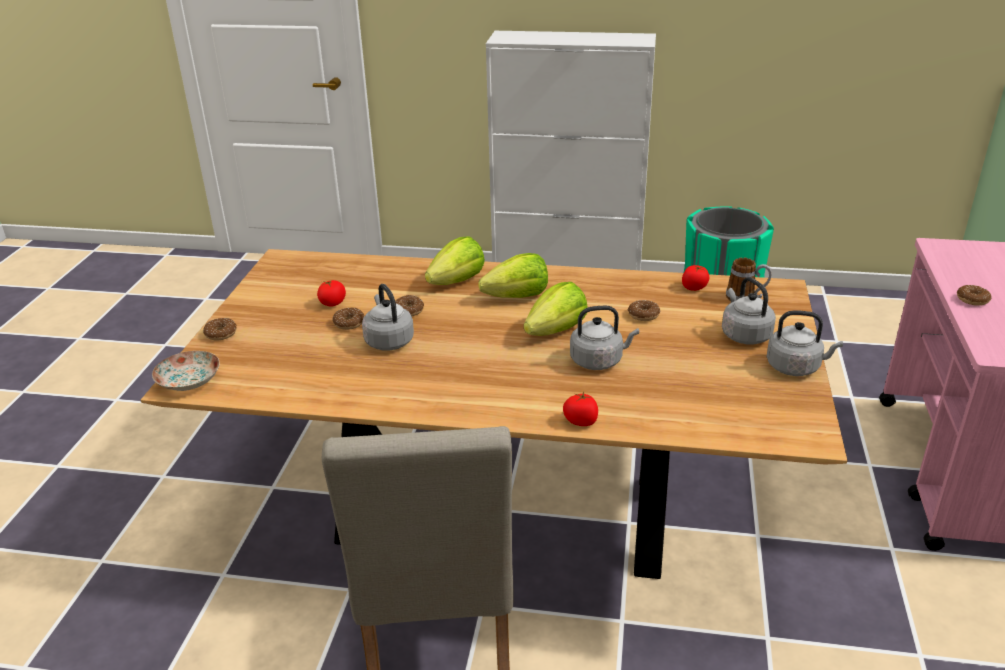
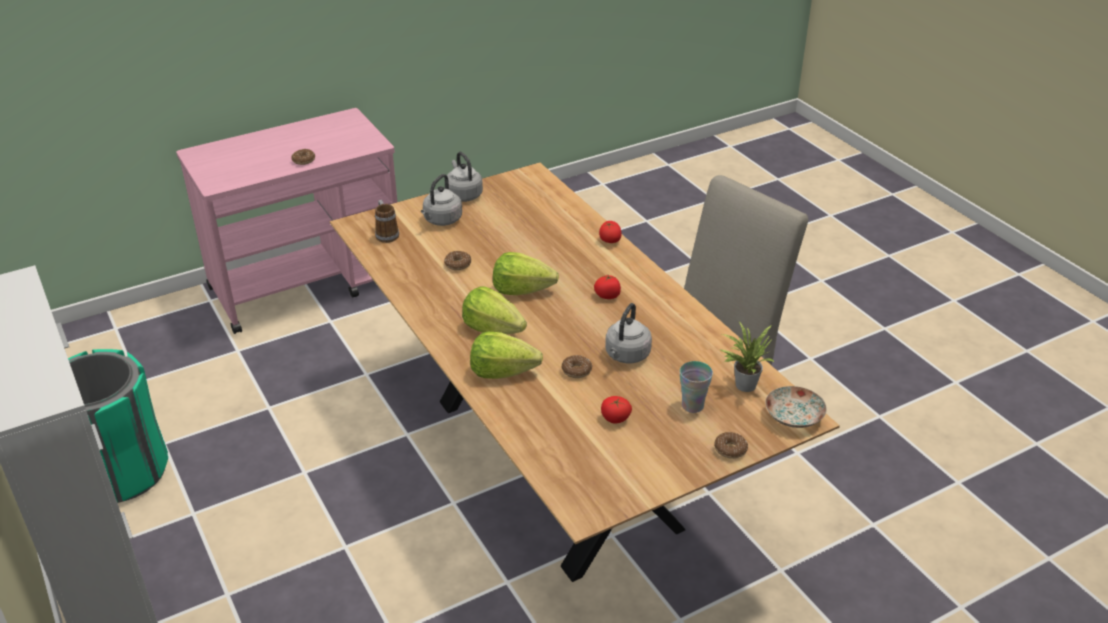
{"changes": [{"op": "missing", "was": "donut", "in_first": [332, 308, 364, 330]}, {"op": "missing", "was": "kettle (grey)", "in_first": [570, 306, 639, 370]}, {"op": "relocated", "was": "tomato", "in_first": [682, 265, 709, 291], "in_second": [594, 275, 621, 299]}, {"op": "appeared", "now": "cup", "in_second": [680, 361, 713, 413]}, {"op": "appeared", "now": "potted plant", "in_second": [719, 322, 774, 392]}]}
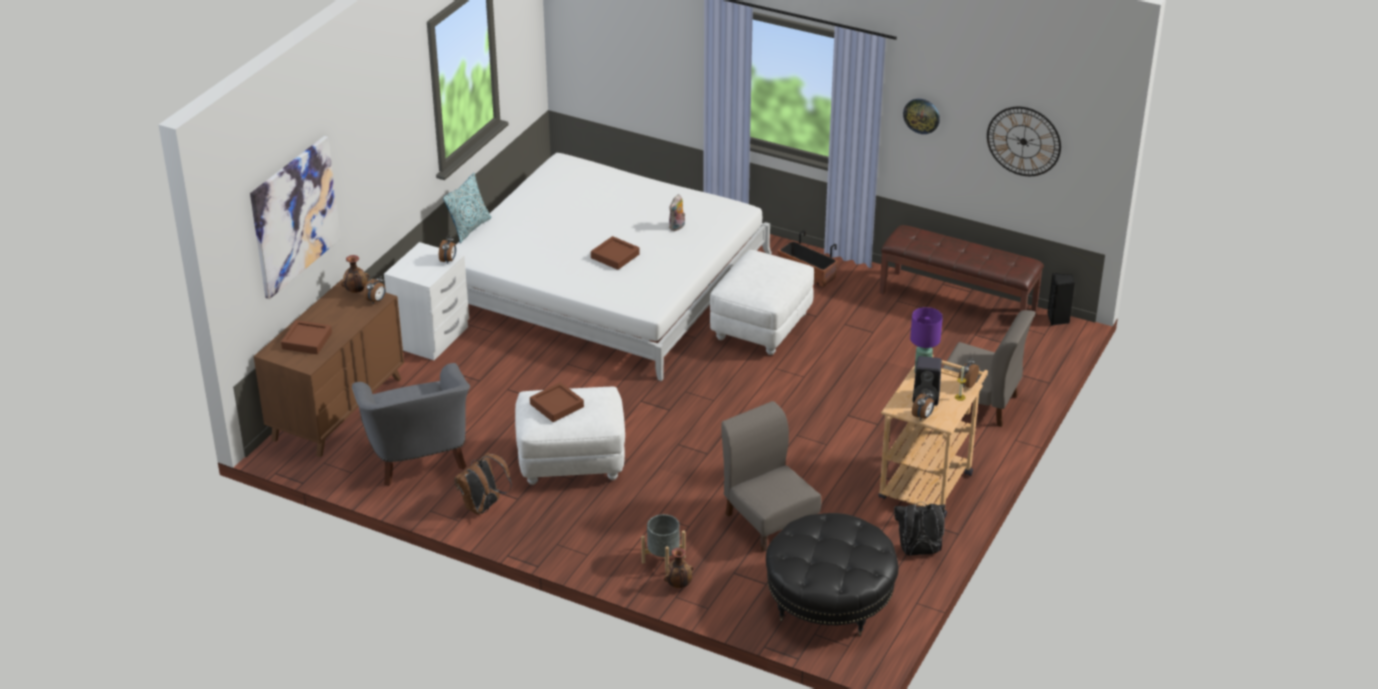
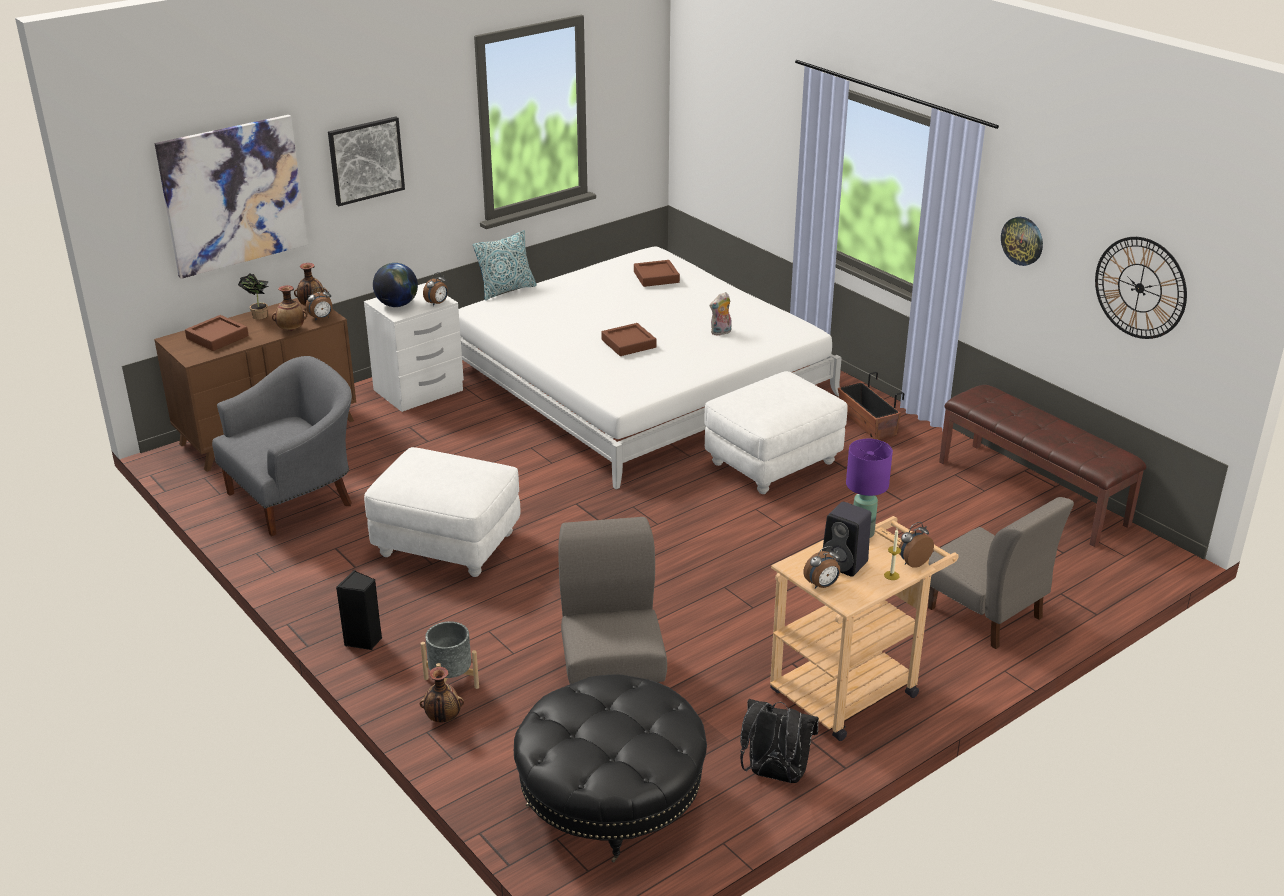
{"changes": [{"op": "spun", "was": "armchair (grey)", "in_first": [352, 363, 470, 486], "in_second": [212, 356, 352, 536], "clockwise": -135}, {"op": "missing", "was": "backpack (brown)", "in_first": [454, 452, 512, 515]}, {"op": "relocated", "was": "tray (brown)", "in_first": [530, 382, 584, 422], "in_second": [634, 260, 680, 287]}, {"op": "relocated", "was": "speaker (black)", "in_first": [1047, 273, 1075, 326], "in_second": [336, 570, 382, 650]}, {"op": "appeared", "now": "potted plant", "in_second": [238, 273, 269, 320]}, {"op": "appeared", "now": "vase", "in_second": [272, 285, 307, 331]}, {"op": "appeared", "now": "picture", "in_second": [328, 116, 405, 206]}, {"op": "appeared", "now": "globe", "in_second": [373, 263, 418, 307]}]}
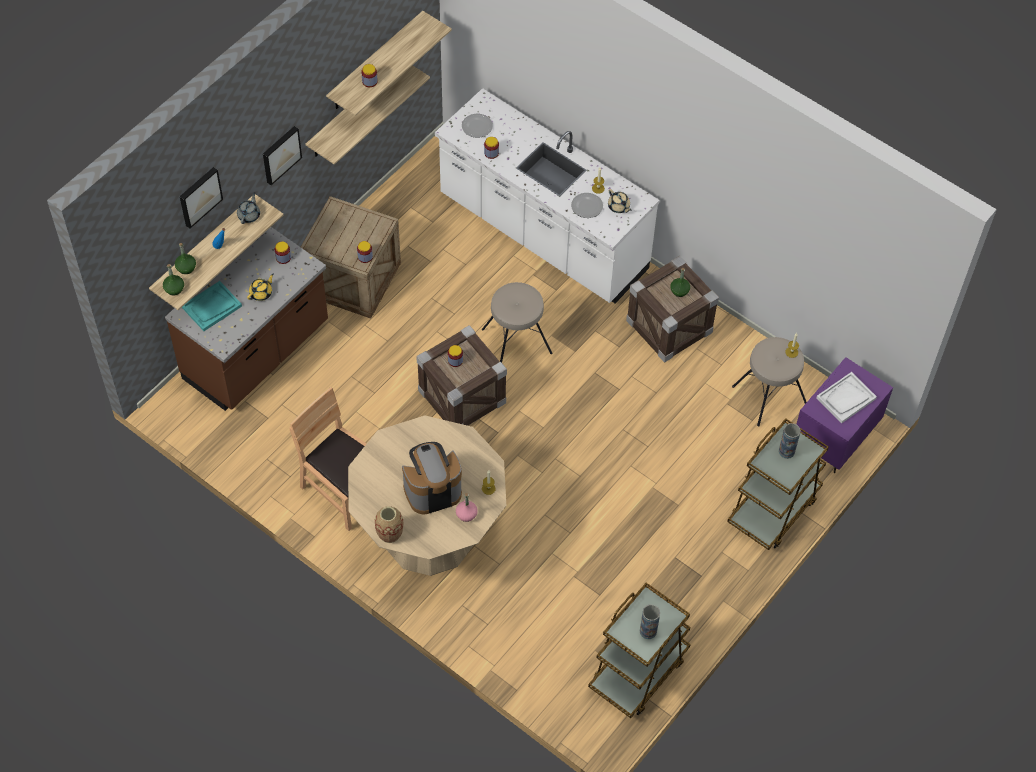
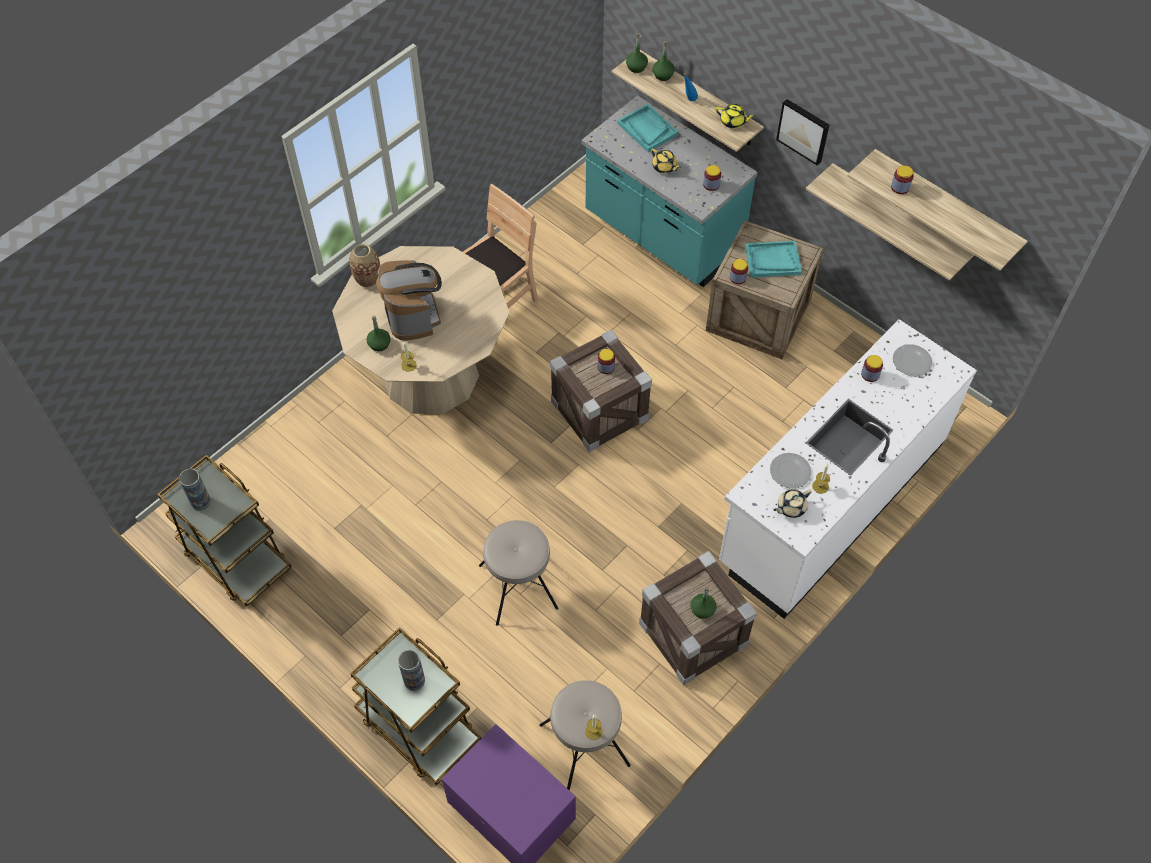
{"changes": [{"op": "colour", "was": "counter (brown)", "now": "counter (turquoise)", "in_first": [165, 227, 328, 411], "in_second": [582, 95, 757, 287]}, {"op": "missing", "was": "picture", "in_first": [180, 167, 223, 228]}, {"op": "colour", "was": "teapot (grey)", "now": "teapot (yellow)", "in_first": [237, 192, 260, 224], "in_second": [715, 104, 755, 128]}, {"op": "colour", "was": "bottle (pink)", "now": "bottle (green)", "in_first": [456, 493, 478, 522], "in_second": [367, 316, 391, 351]}, {"op": "relocated", "was": "stool (beige)", "in_first": [482, 282, 552, 362], "in_second": [479, 520, 559, 626]}, {"op": "missing", "was": "tray (white)", "in_first": [816, 372, 877, 423]}, {"op": "appeared", "now": "tray (turquoise)", "in_second": [745, 241, 802, 278]}]}
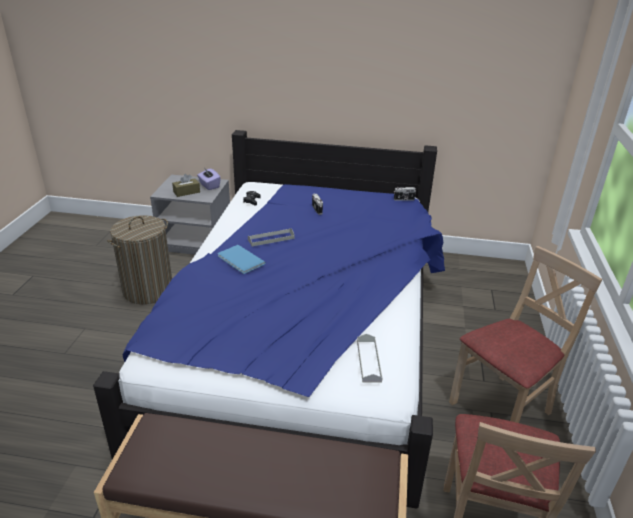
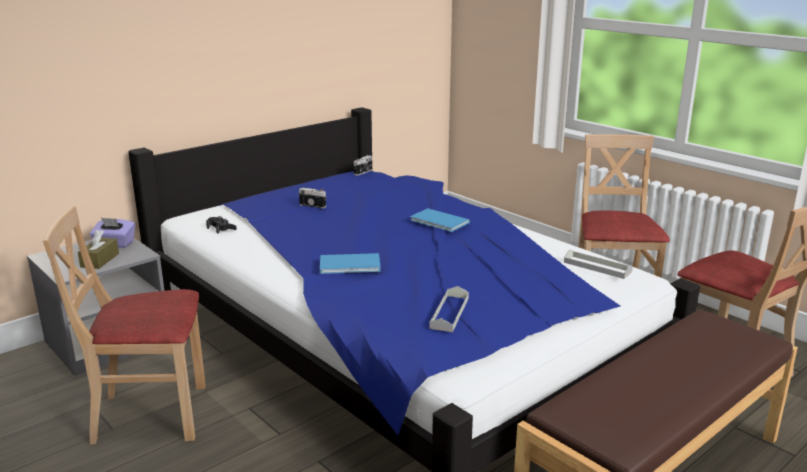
{"changes": [{"op": "exchanged", "was": "laundry basket", "now": "chair (beige)", "in_first": [107, 215, 172, 304], "in_second": [43, 206, 206, 445]}, {"op": "relocated", "was": "tray (grey)", "in_first": [248, 228, 295, 246], "in_second": [429, 286, 469, 332]}, {"op": "appeared", "now": "book (blue)", "in_second": [410, 208, 470, 232]}]}
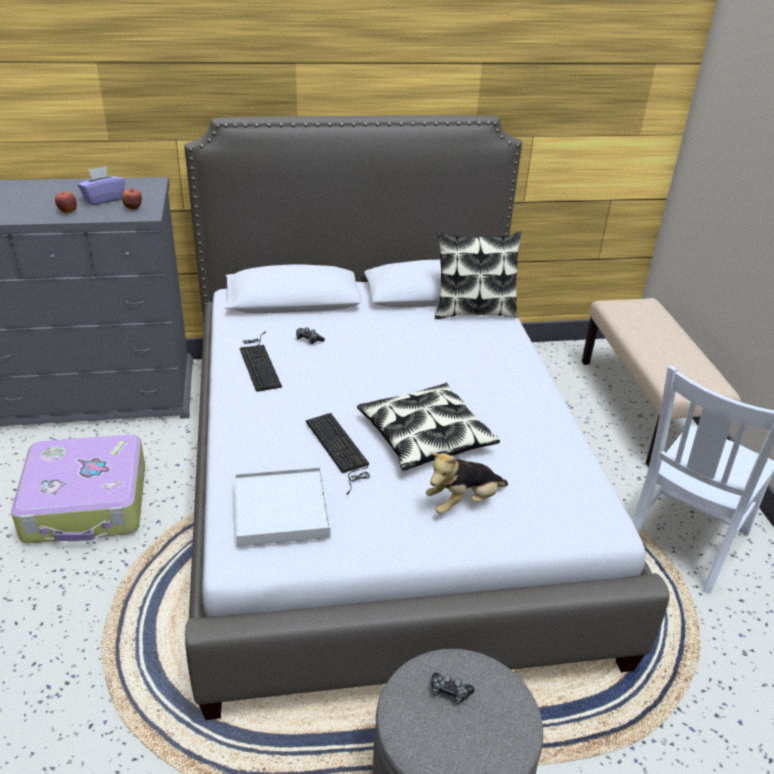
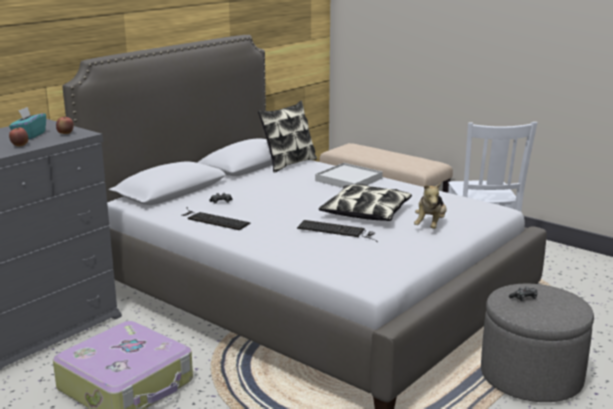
{"changes": [{"op": "colour", "was": "tissue box (purple)", "now": "tissue box (turquoise)", "in_first": [77, 166, 125, 206], "in_second": [9, 107, 46, 139]}, {"op": "relocated", "was": "tray (white)", "in_first": [234, 467, 330, 547], "in_second": [315, 163, 383, 188]}]}
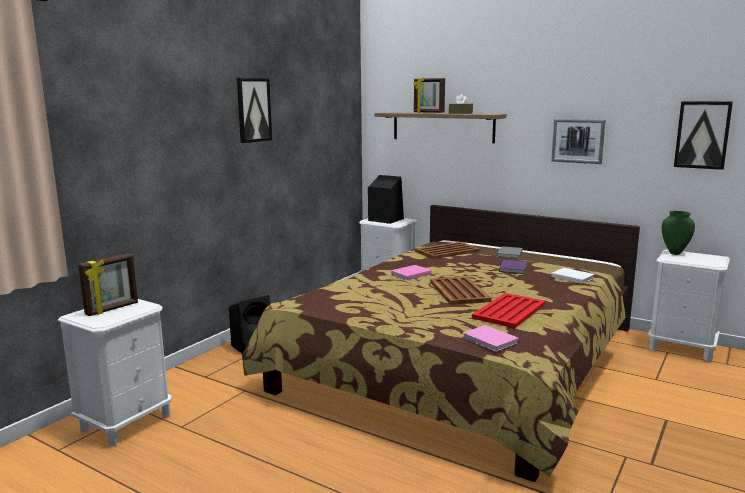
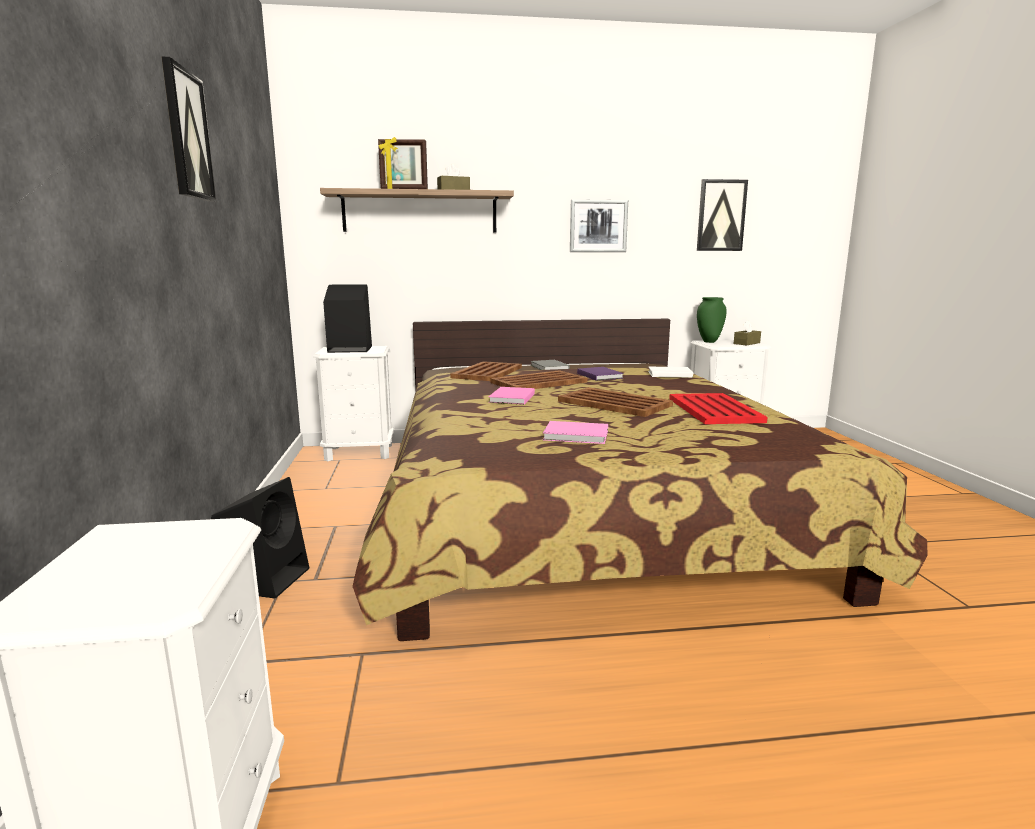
{"changes": [{"op": "missing", "was": "picture frame", "in_first": [78, 253, 138, 316]}, {"op": "relocated", "was": "book (pink)", "in_first": [463, 325, 519, 352], "in_second": [543, 421, 608, 444]}, {"op": "appeared", "now": "tray (brown)", "in_second": [490, 370, 587, 389]}, {"op": "appeared", "now": "tissue box (brown)", "in_second": [734, 320, 761, 345]}]}
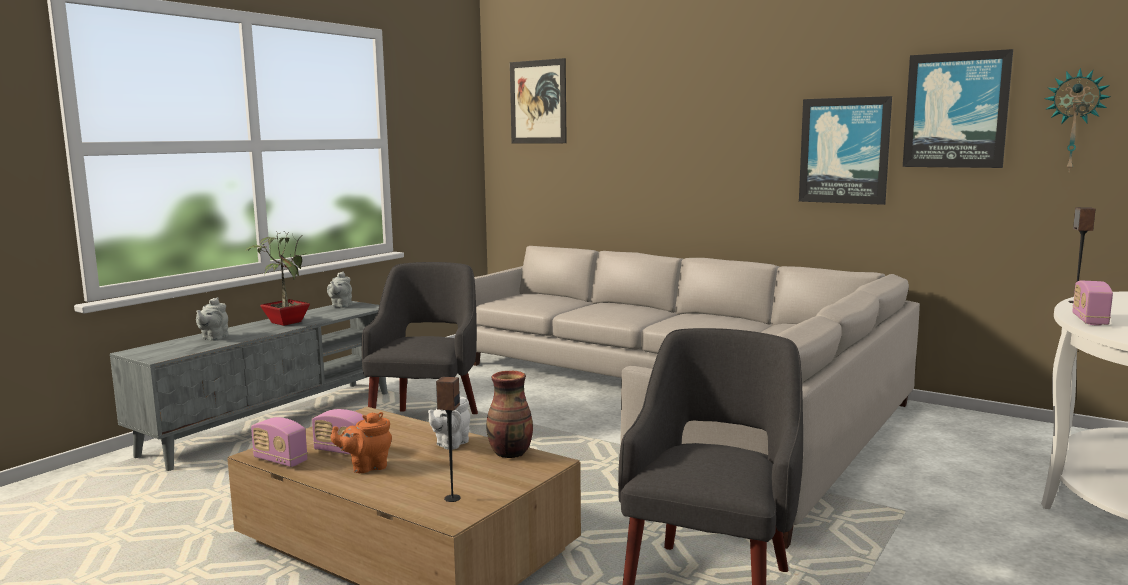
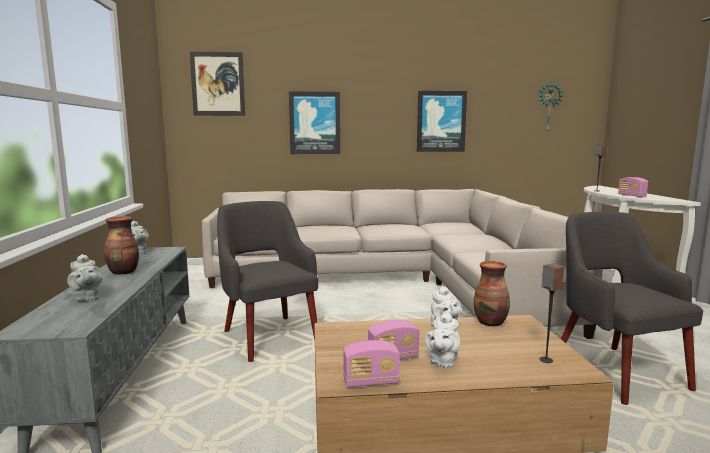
{"changes": [{"op": "exchanged", "was": "potted plant", "now": "vase", "in_first": [244, 231, 310, 326], "in_second": [104, 216, 139, 274]}, {"op": "colour", "was": "teapot (orange)", "now": "teapot (white)", "in_first": [331, 412, 392, 473], "in_second": [425, 311, 460, 369]}, {"op": "relocated", "was": "picture", "in_first": [903, 49, 1013, 168], "in_second": [289, 91, 340, 154]}]}
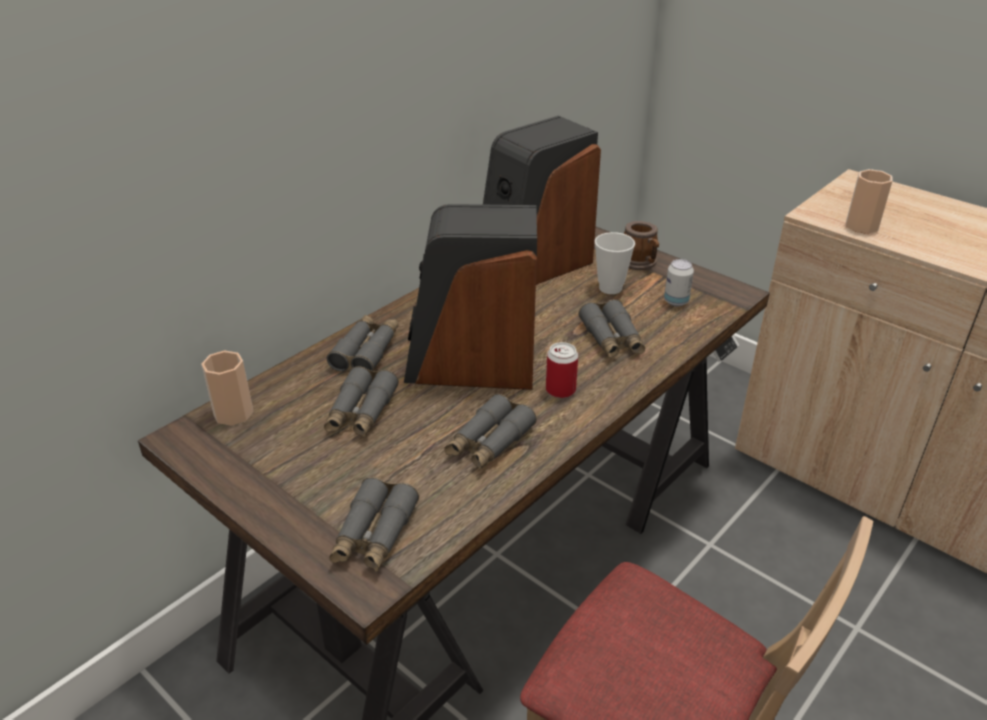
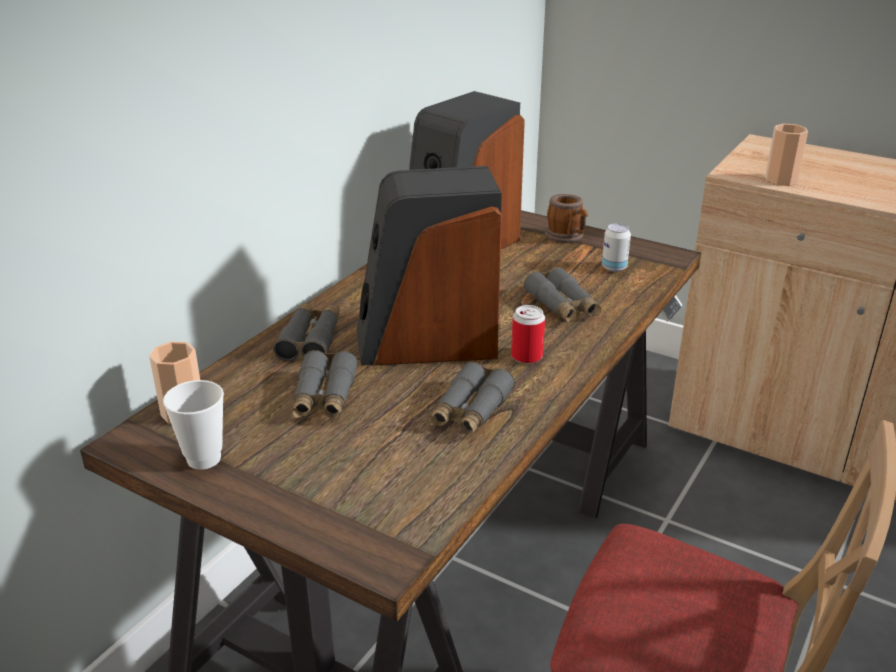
{"changes": [{"op": "missing", "was": "binoculars (grey)", "in_first": [329, 477, 419, 572]}, {"op": "relocated", "was": "cup", "in_first": [595, 232, 635, 294], "in_second": [163, 380, 224, 470]}]}
